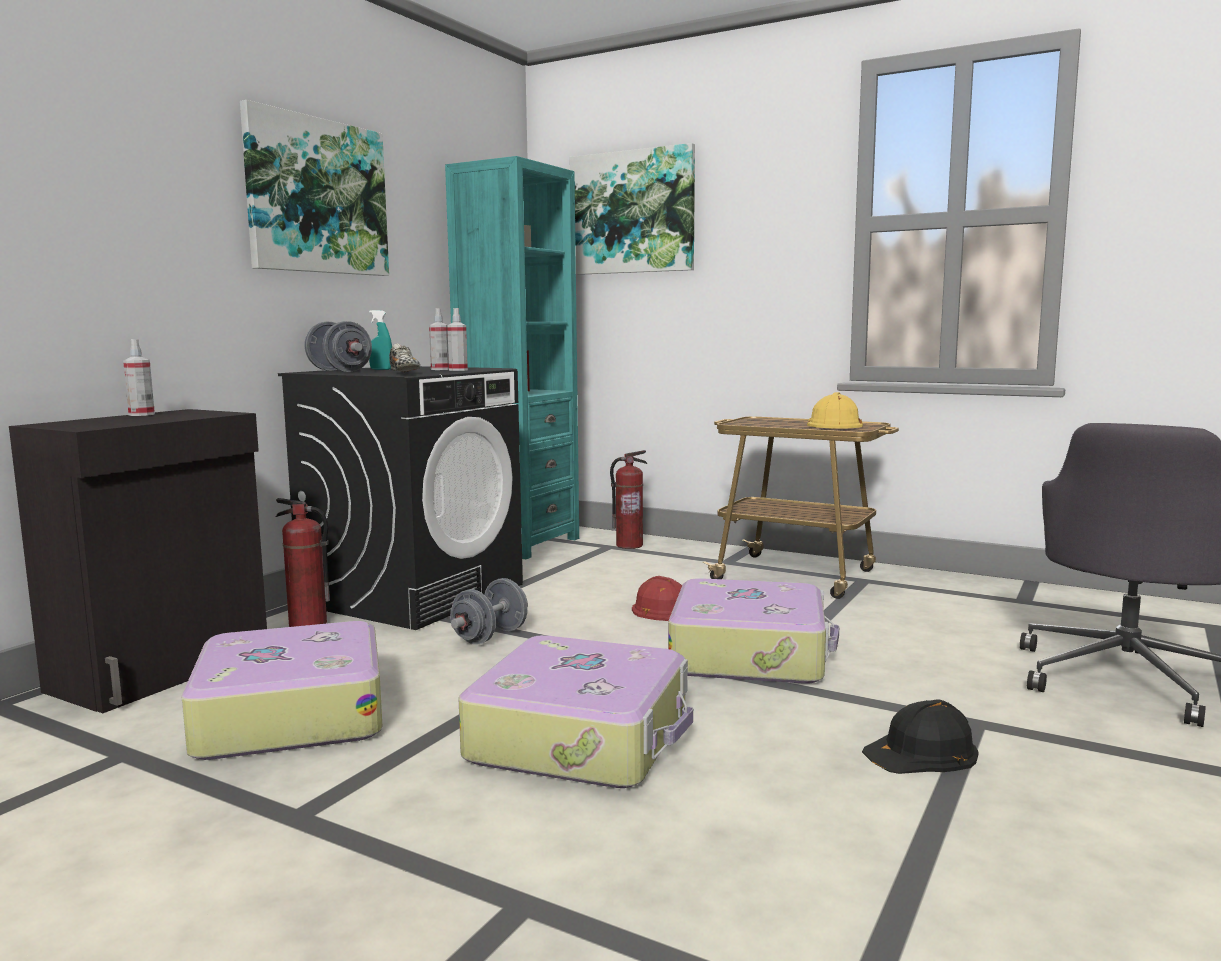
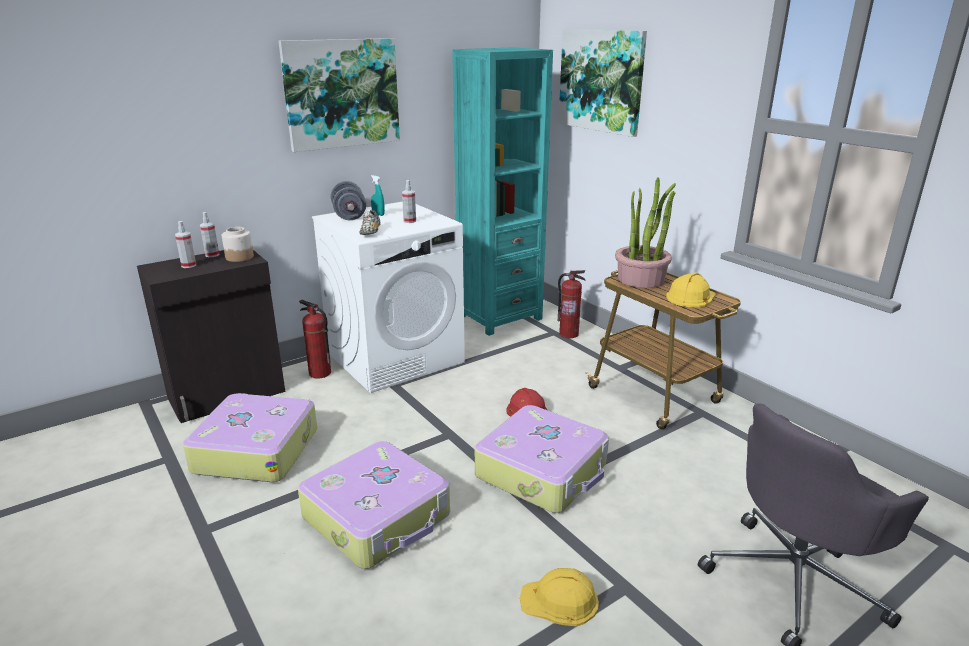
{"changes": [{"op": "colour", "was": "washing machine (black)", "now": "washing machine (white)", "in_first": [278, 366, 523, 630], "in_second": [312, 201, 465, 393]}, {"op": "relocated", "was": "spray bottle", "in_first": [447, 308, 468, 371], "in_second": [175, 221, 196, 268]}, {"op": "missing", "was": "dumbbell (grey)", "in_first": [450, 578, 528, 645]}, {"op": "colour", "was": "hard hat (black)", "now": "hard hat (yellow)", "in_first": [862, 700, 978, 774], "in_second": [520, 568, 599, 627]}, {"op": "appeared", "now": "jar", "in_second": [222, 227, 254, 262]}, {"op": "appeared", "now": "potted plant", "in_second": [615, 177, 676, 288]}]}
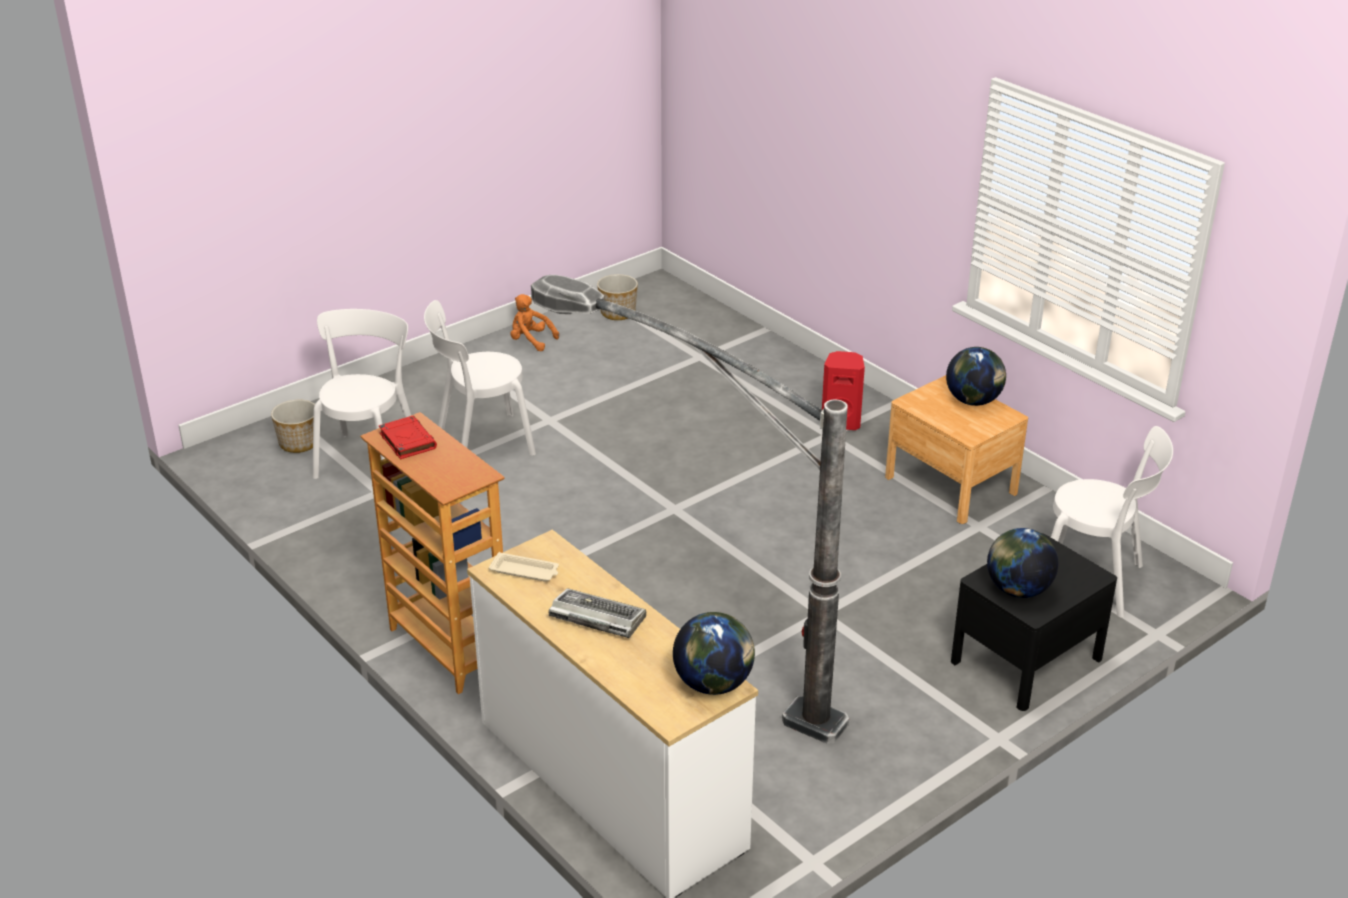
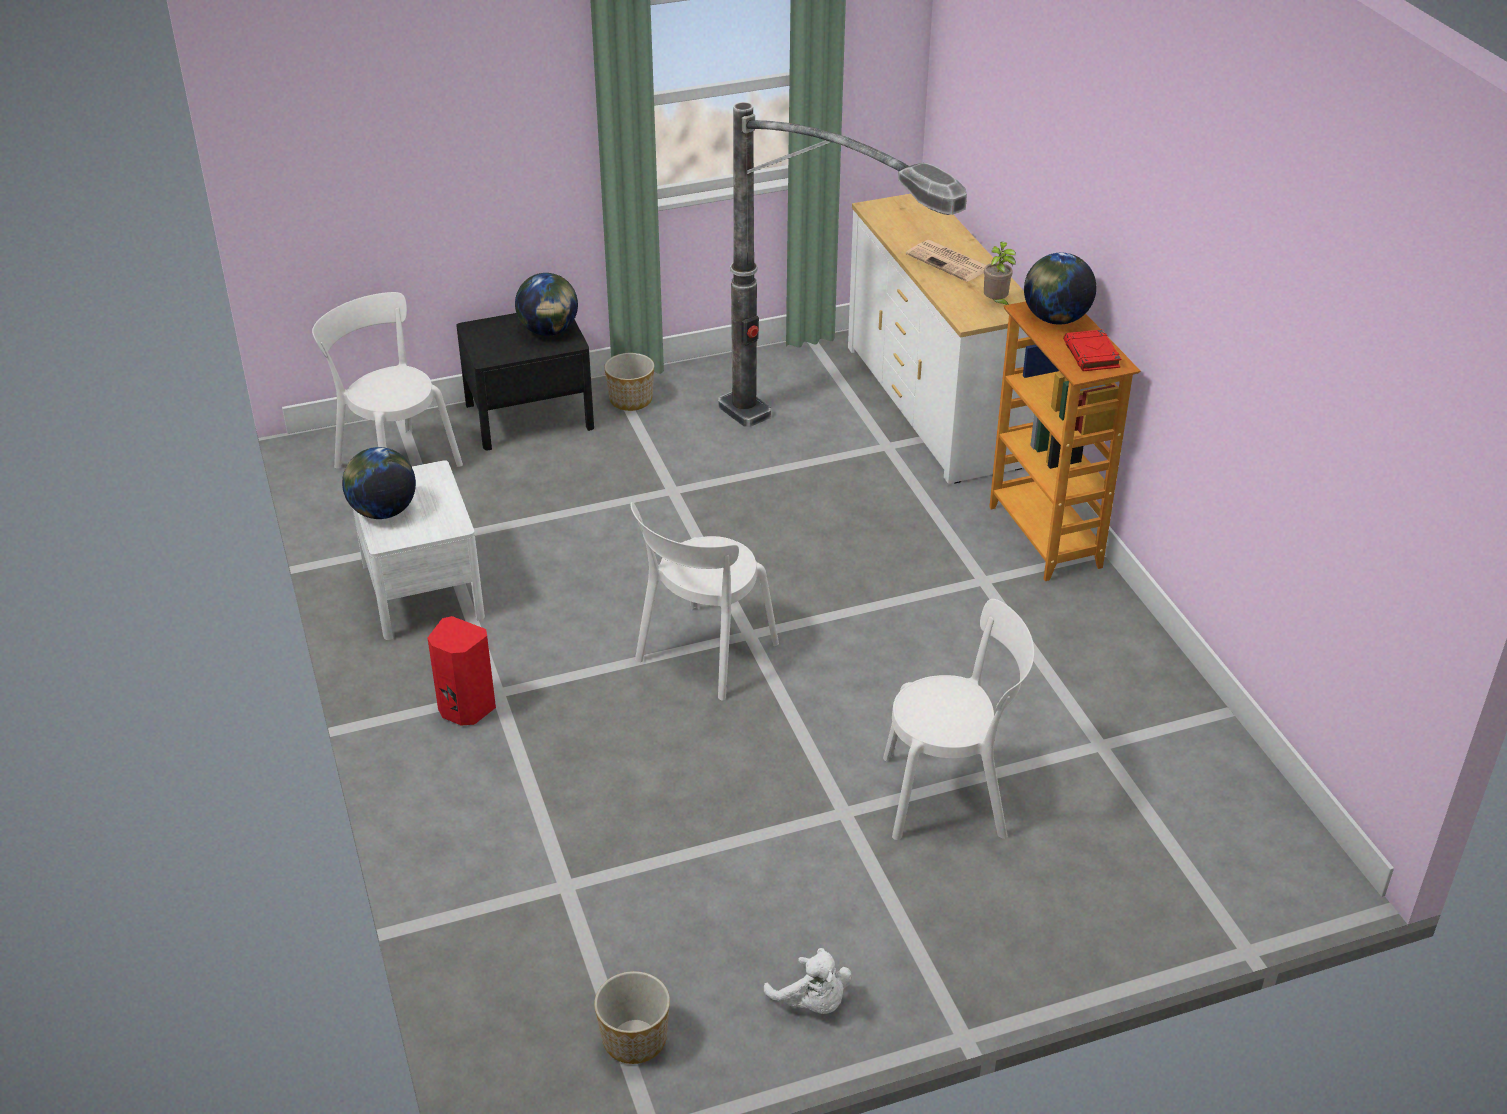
{"changes": [{"op": "relocated", "was": "planter", "in_first": [271, 400, 315, 453], "in_second": [604, 353, 654, 411]}, {"op": "relocated", "was": "chair (white)", "in_first": [312, 309, 411, 479], "in_second": [631, 502, 779, 701]}, {"op": "exchanged", "was": "tray (beige)", "now": "potted plant", "in_first": [489, 552, 559, 582], "in_second": [984, 242, 1016, 305]}, {"op": "colour", "was": "plush toy (orange)", "now": "plush toy (white)", "in_first": [510, 294, 559, 351], "in_second": [764, 948, 852, 1014]}, {"op": "exchanged", "was": "keyboard", "now": "newspaper", "in_first": [549, 588, 646, 638], "in_second": [906, 240, 986, 282]}, {"op": "relocated", "was": "globe", "in_first": [673, 612, 755, 695], "in_second": [1024, 253, 1096, 325]}, {"op": "colour", "was": "nightstand (brown)", "now": "nightstand (white)", "in_first": [885, 375, 1028, 524], "in_second": [353, 460, 485, 640]}]}
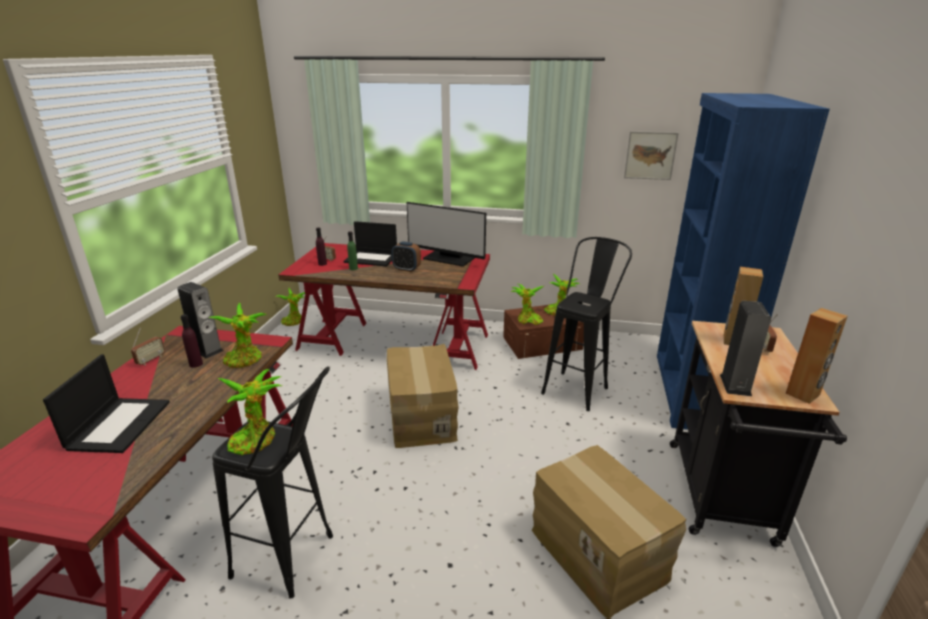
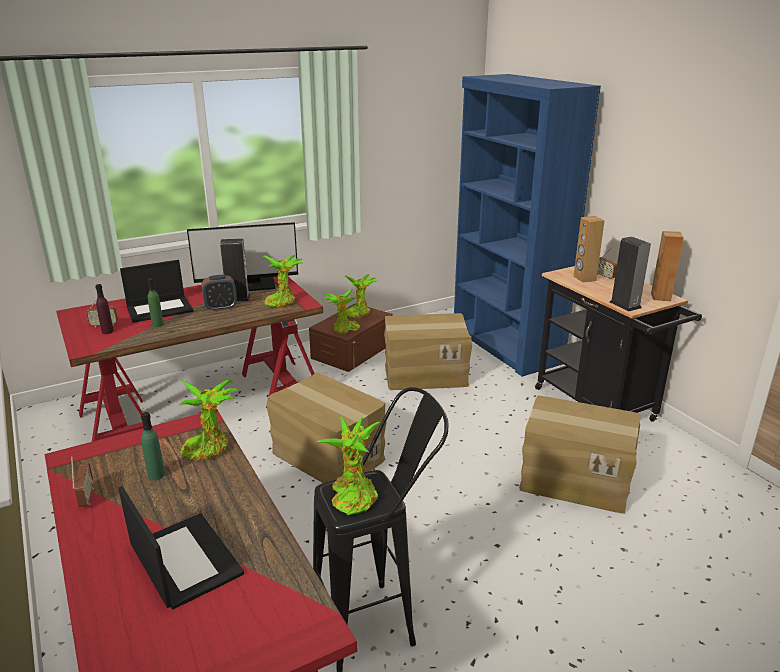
{"changes": [{"op": "relocated", "was": "speaker", "in_first": [177, 282, 223, 359], "in_second": [220, 239, 250, 301]}, {"op": "colour", "was": "bottle (purple)", "now": "bottle (green)", "in_first": [180, 314, 203, 368], "in_second": [141, 412, 165, 480]}, {"op": "relocated", "was": "potted plant", "in_first": [275, 288, 305, 326], "in_second": [264, 255, 303, 307]}, {"op": "exchanged", "was": "stool (black)", "now": "cardboard box", "in_first": [541, 237, 632, 411], "in_second": [384, 313, 472, 390]}, {"op": "missing", "was": "picture", "in_first": [624, 131, 679, 180]}]}
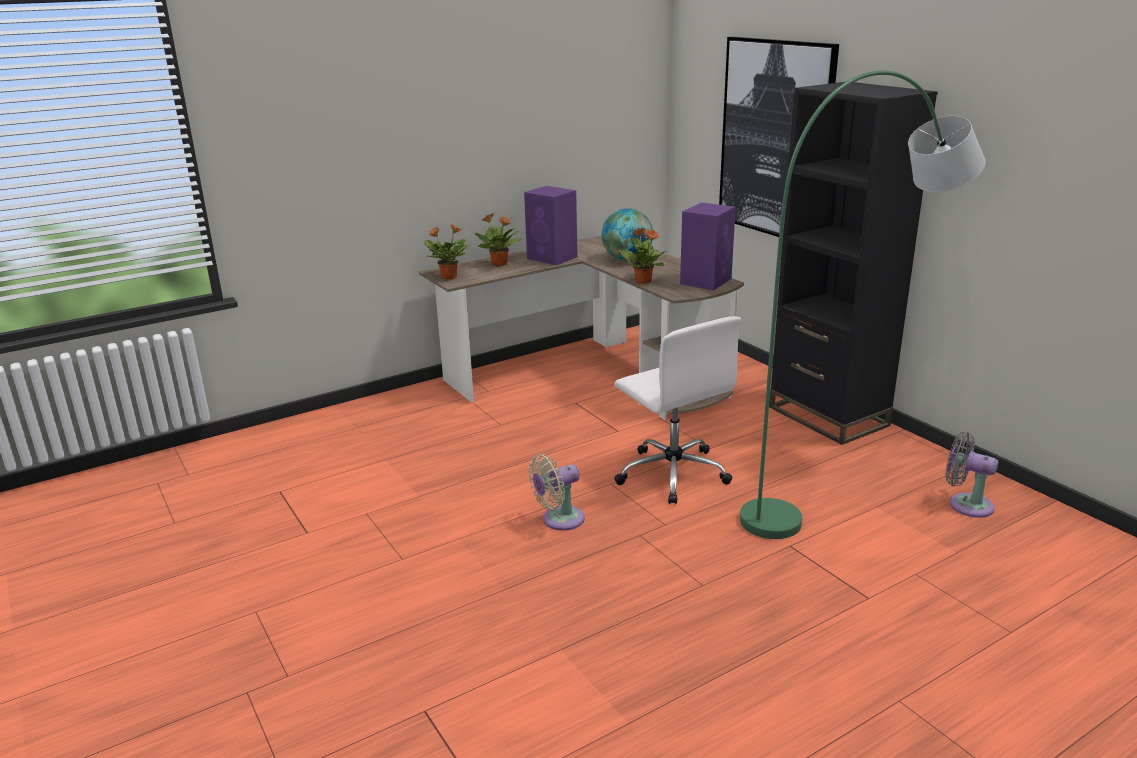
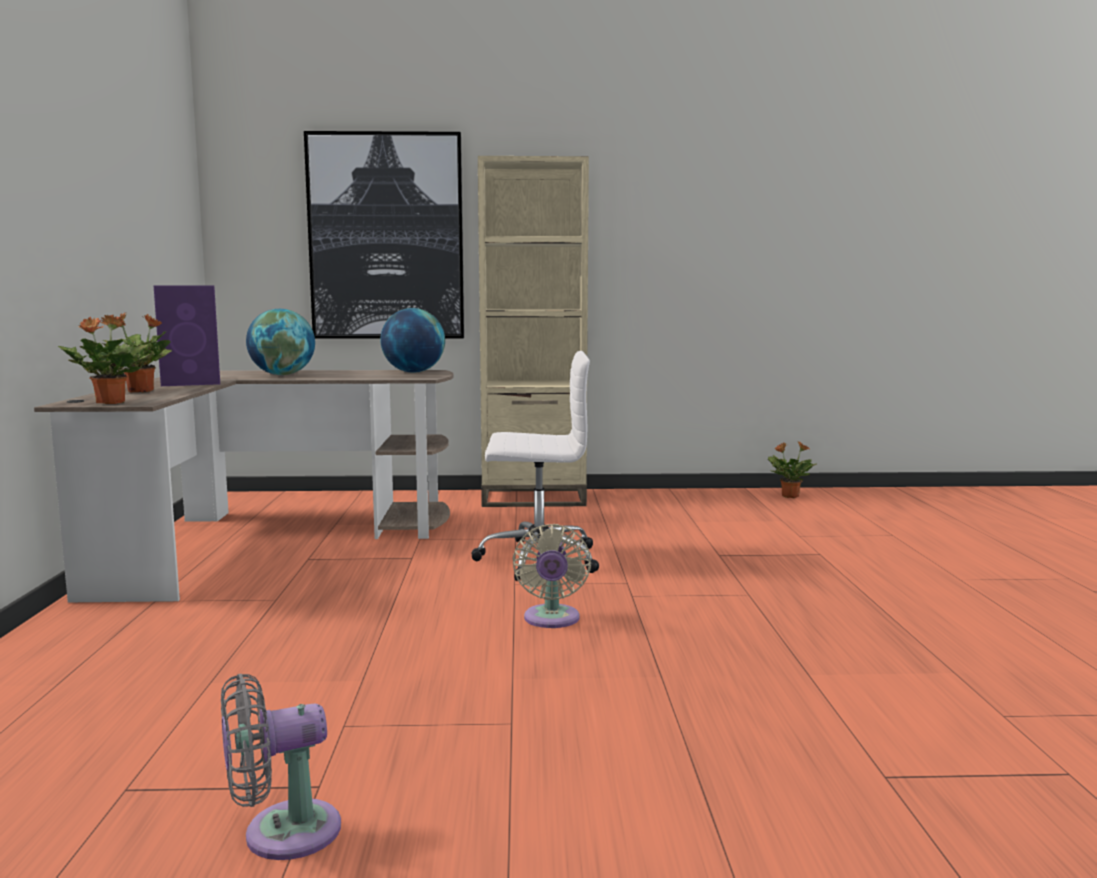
{"changes": [{"op": "relocated", "was": "potted plant", "in_first": [619, 227, 666, 284], "in_second": [768, 442, 816, 498]}, {"op": "exchanged", "was": "speaker (purple)", "now": "globe", "in_first": [680, 202, 736, 290], "in_second": [380, 308, 445, 373]}, {"op": "missing", "was": "floor lamp (green)", "in_first": [740, 70, 986, 539]}, {"op": "colour", "was": "bookcase (black)", "now": "bookcase (beige)", "in_first": [769, 82, 938, 445], "in_second": [478, 156, 589, 507]}, {"op": "relocated", "was": "fan (grey)", "in_first": [946, 432, 998, 518], "in_second": [221, 674, 341, 860]}]}
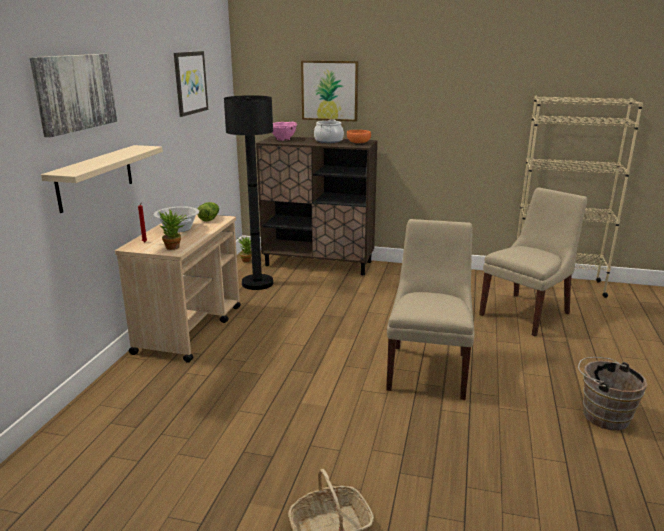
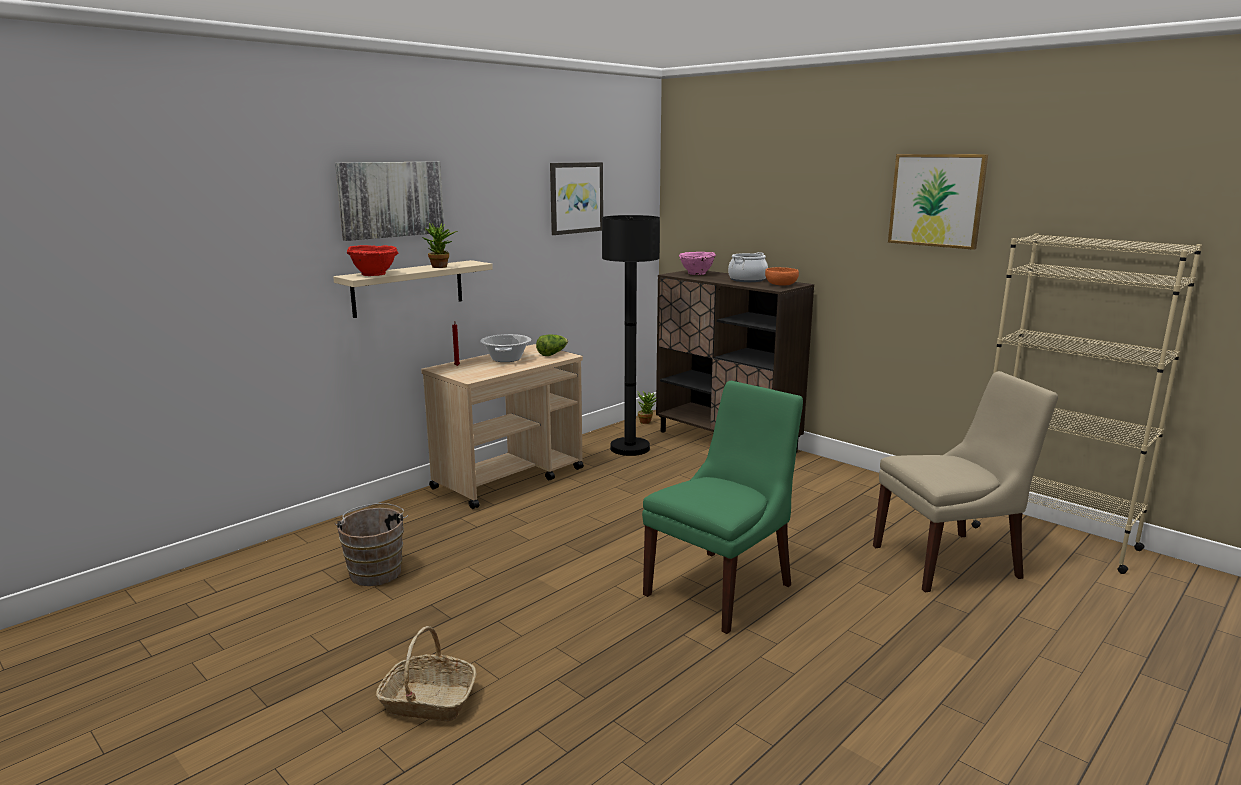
{"changes": [{"op": "relocated", "was": "potted plant", "in_first": [159, 209, 187, 250], "in_second": [422, 223, 457, 268]}, {"op": "relocated", "was": "picture", "in_first": [301, 60, 358, 122], "in_second": [888, 154, 988, 250]}, {"op": "colour", "was": "chair (beige)", "now": "chair (green)", "in_first": [386, 219, 475, 400], "in_second": [642, 381, 803, 634]}, {"op": "relocated", "was": "bucket (brown)", "in_first": [578, 357, 647, 430], "in_second": [335, 503, 408, 586]}, {"op": "appeared", "now": "bowl (red)", "in_second": [347, 245, 398, 276]}]}
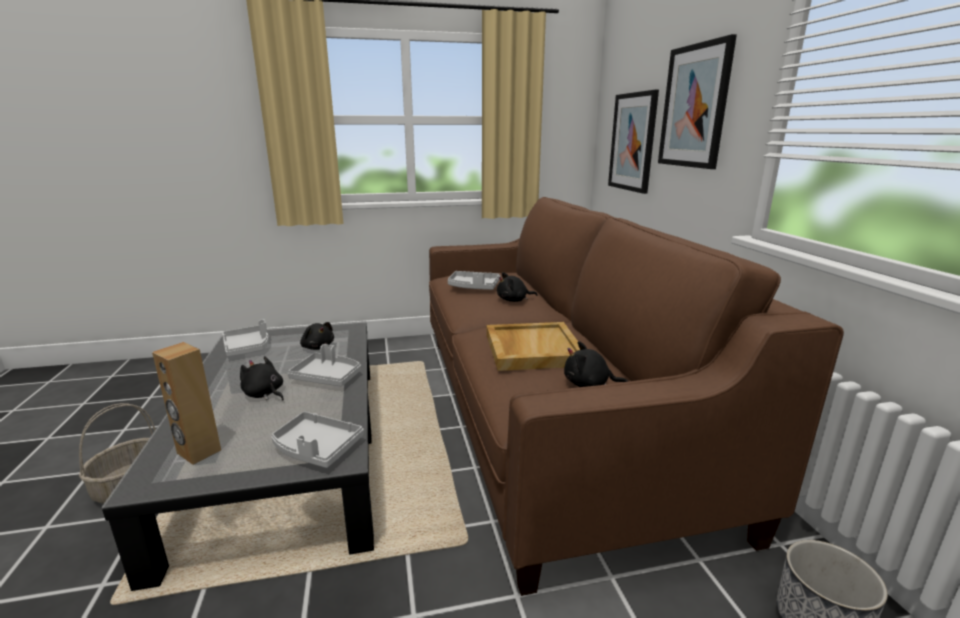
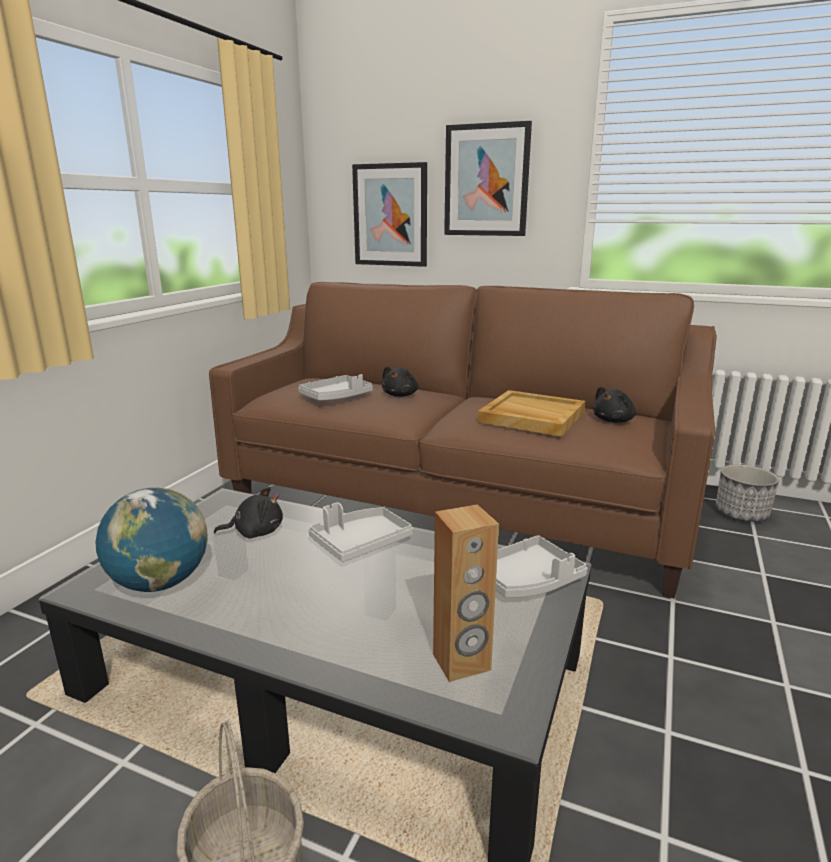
{"changes": [{"op": "exchanged", "was": "tray (grey)", "now": "globe", "in_first": [222, 319, 269, 357], "in_second": [95, 487, 208, 592]}, {"op": "missing", "was": "plush toy (black)", "in_first": [240, 356, 284, 401]}]}
